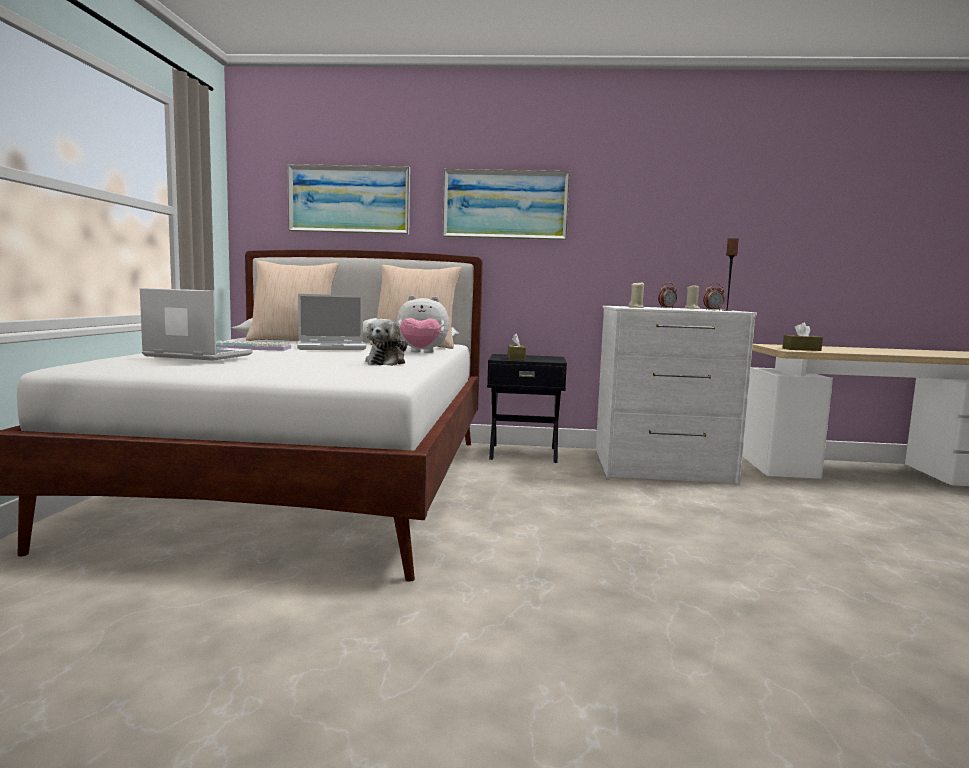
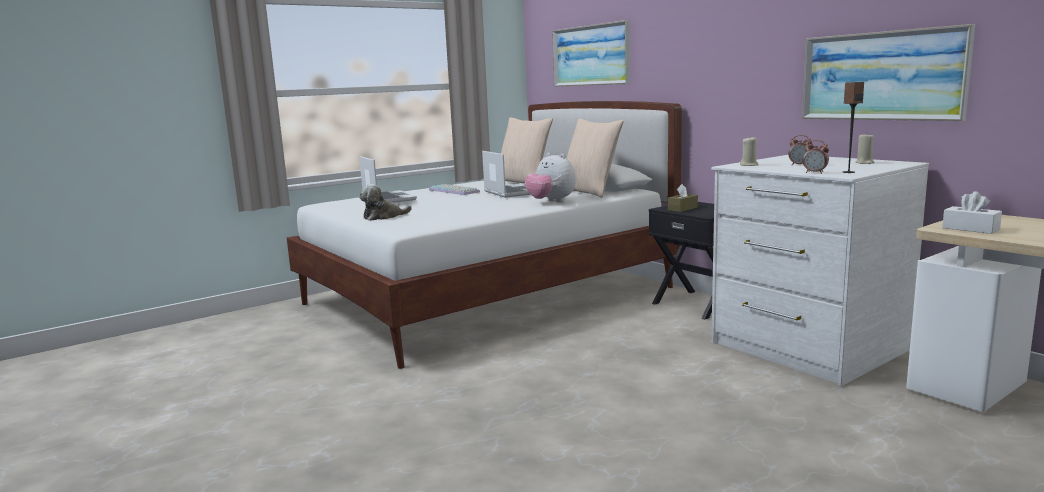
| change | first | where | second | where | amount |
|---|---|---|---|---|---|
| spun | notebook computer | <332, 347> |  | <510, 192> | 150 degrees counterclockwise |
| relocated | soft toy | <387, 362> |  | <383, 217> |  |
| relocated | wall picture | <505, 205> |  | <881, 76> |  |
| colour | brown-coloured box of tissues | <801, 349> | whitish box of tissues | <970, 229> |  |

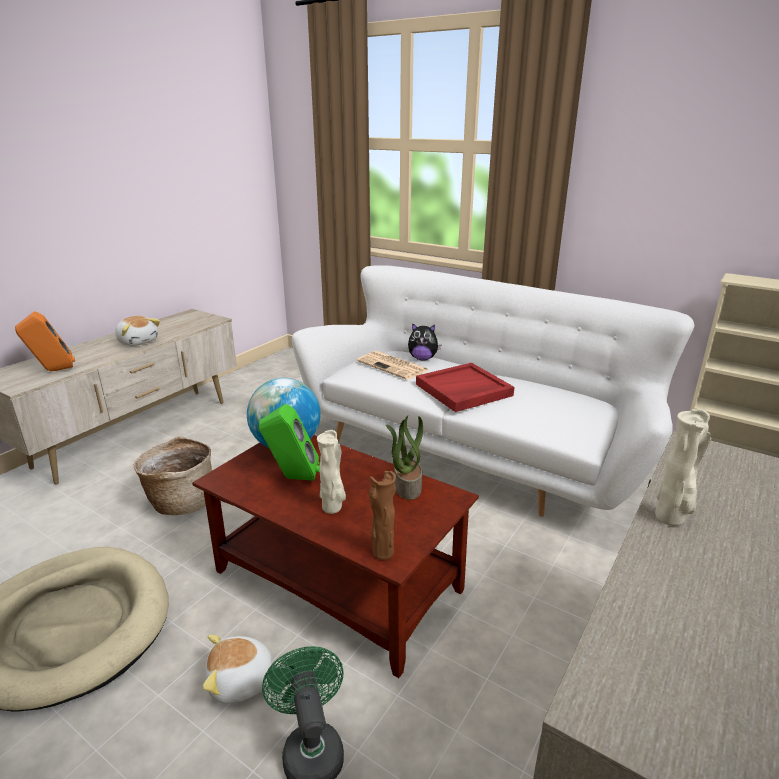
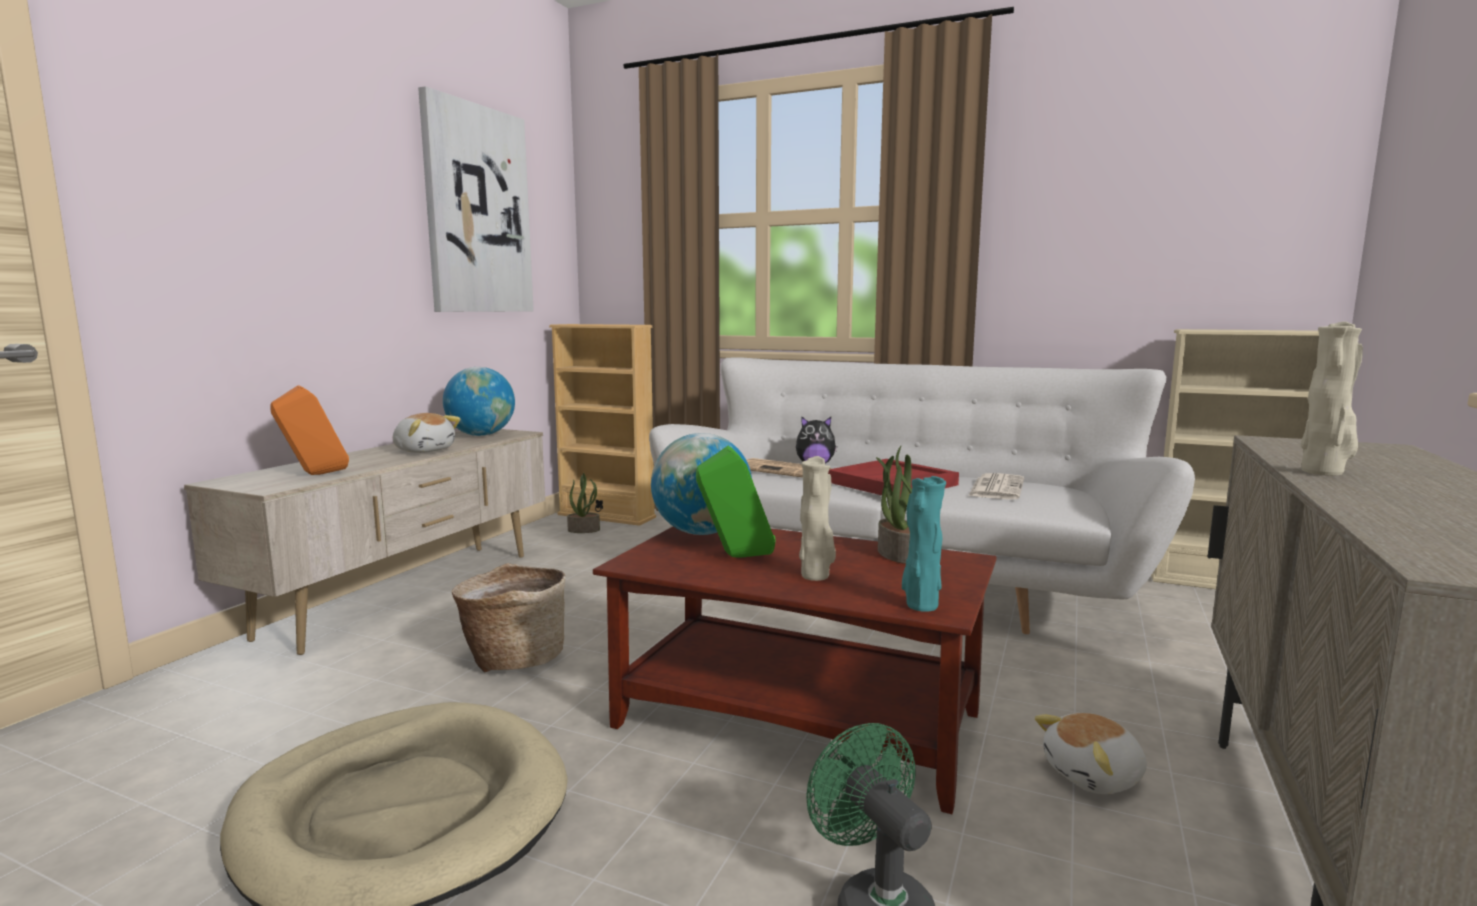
| change | first | where | second | where | amount |
|---|---|---|---|---|---|
| relocated | soft toy | <241, 682> |  | <1095, 777> |  |
| colour | brown-coloured decorative vase | <382, 552> | blue-green decorative vase | <920, 606> |  |
| appeared |  |  | wall picture | <477, 210> |  |
| appeared |  |  | globe | <481, 435> |  |
| appeared |  |  | beige bookcase | <606, 516> |  |
| appeared |  |  | plant in a pot | <584, 530> |  |
| appeared |  |  | printed paper | <996, 488> |  |

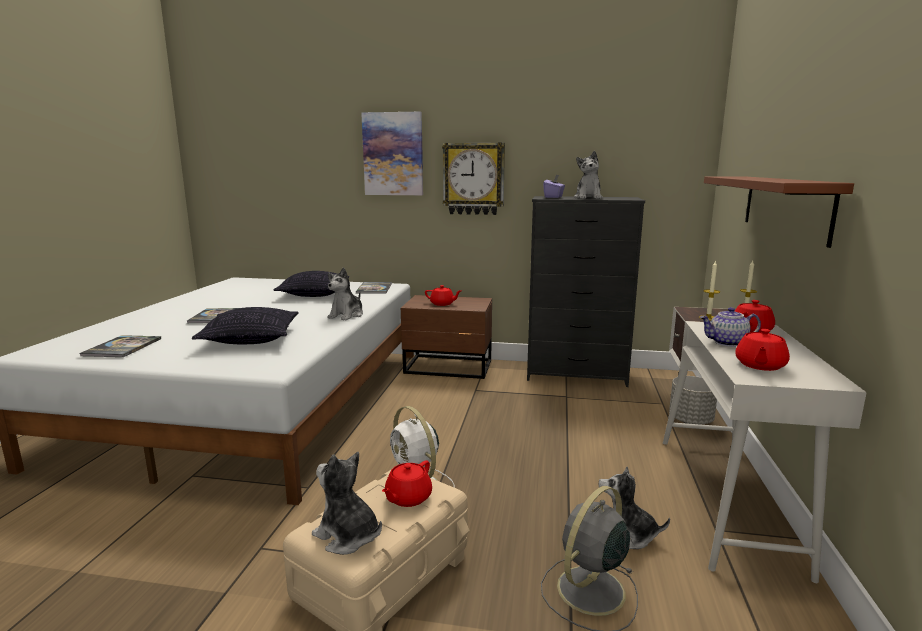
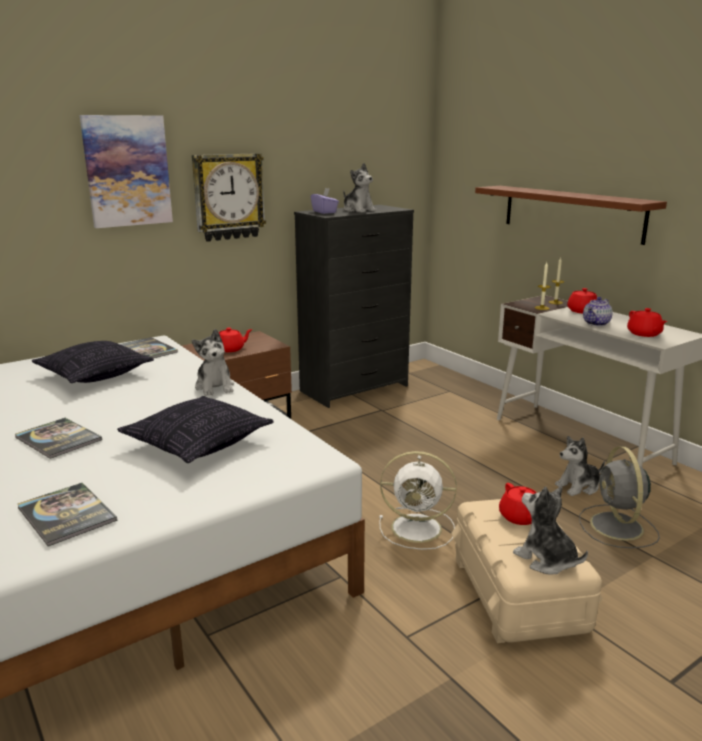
| change | first | where | second | where | amount |
|---|---|---|---|---|---|
| spun | soft toy | <348, 536> |  | <546, 559> | 60 degrees clockwise |
| missing | grey planter | <691, 421> |  |  |  |

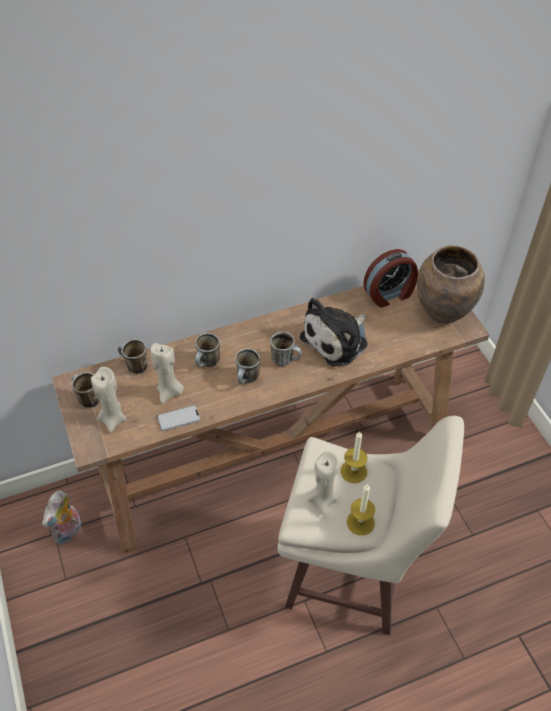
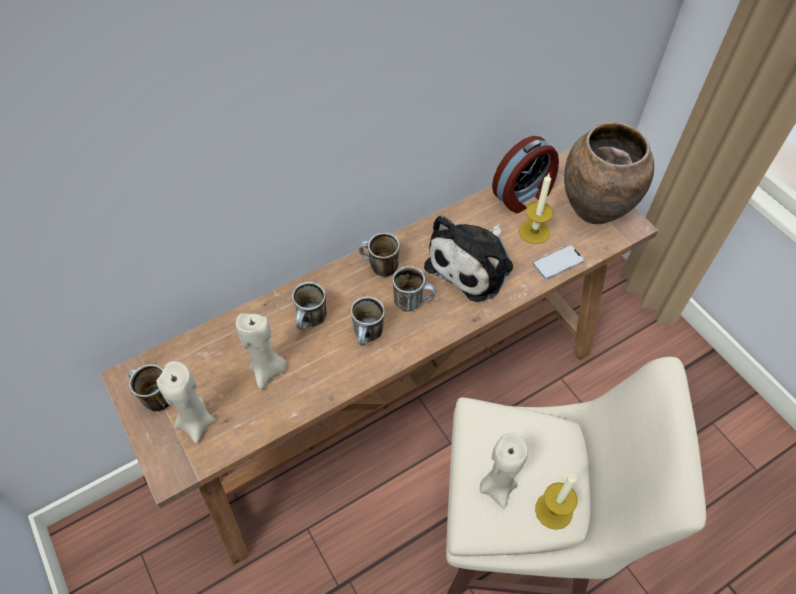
| change | first | where | second | where | amount |
|---|---|---|---|---|---|
| missing | soft toy | <68, 532> |  |  |  |
| relocated | tea mug | <134, 366> |  | <379, 268> |  |
| relocated | telephone | <178, 418> |  | <558, 263> |  |
| relocated | wax light | <353, 471> |  | <534, 231> |  |

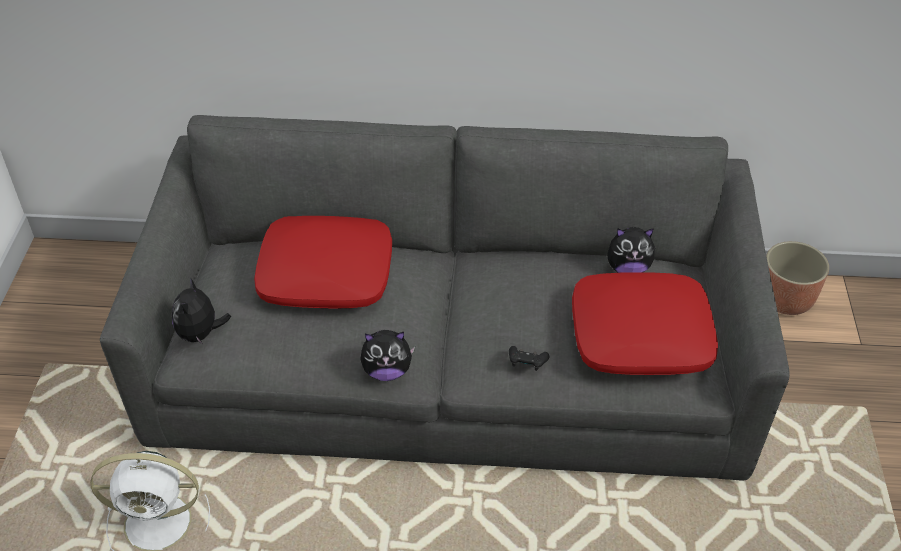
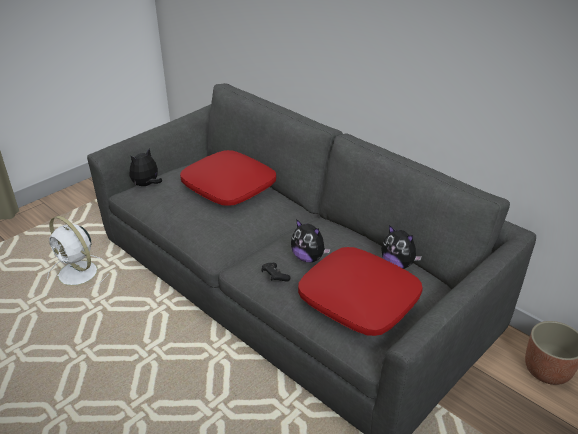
| change | first | where | second | where | amount |
|---|---|---|---|---|---|
| relocated | soft toy | <387, 371> |  | <308, 258> |  |

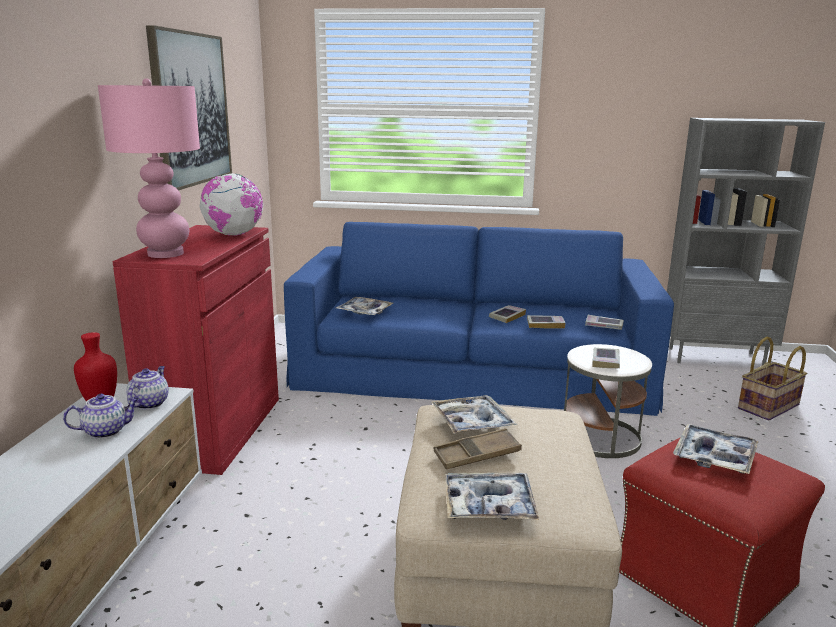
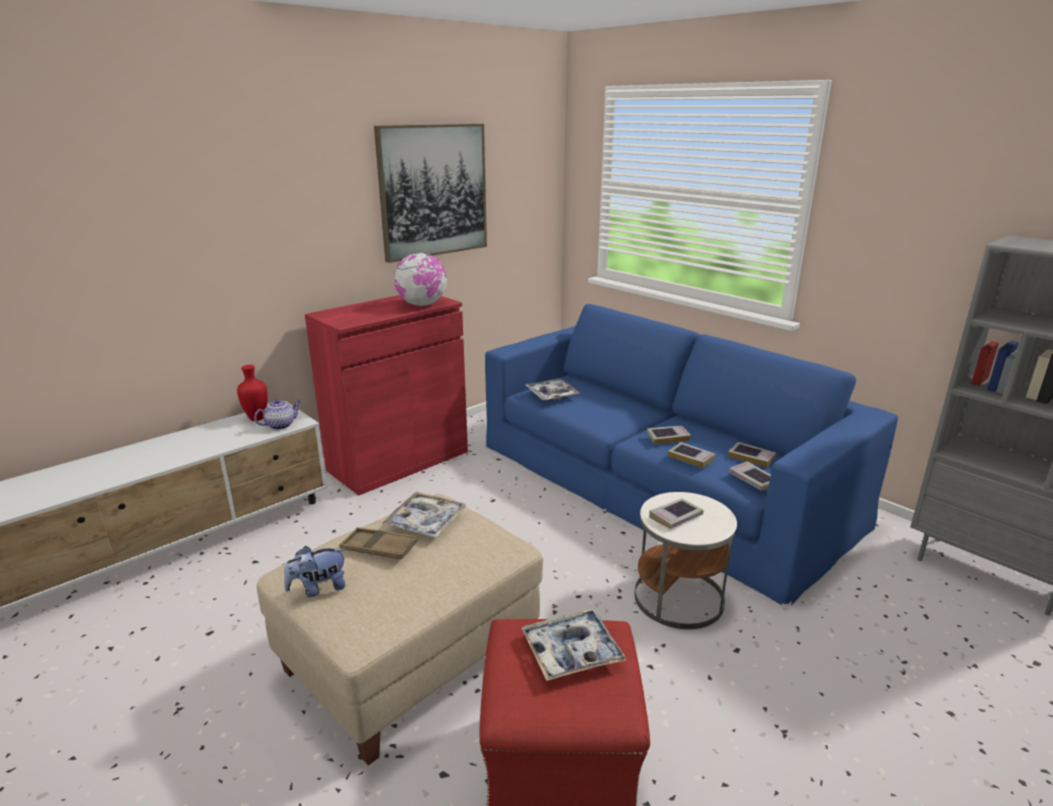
| change | first | where | second | where | amount |
|---|---|---|---|---|---|
| missing | pot for tea | <106, 431> |  |  |  |
| missing | pink tabletop lamp | <165, 254> |  |  |  |
| exchanged | carrying tray | <489, 505> | soft toy | <318, 589> |  |
| missing | basket | <769, 407> |  |  |  |
| appeared |  |  | bound book | <751, 457> |  |

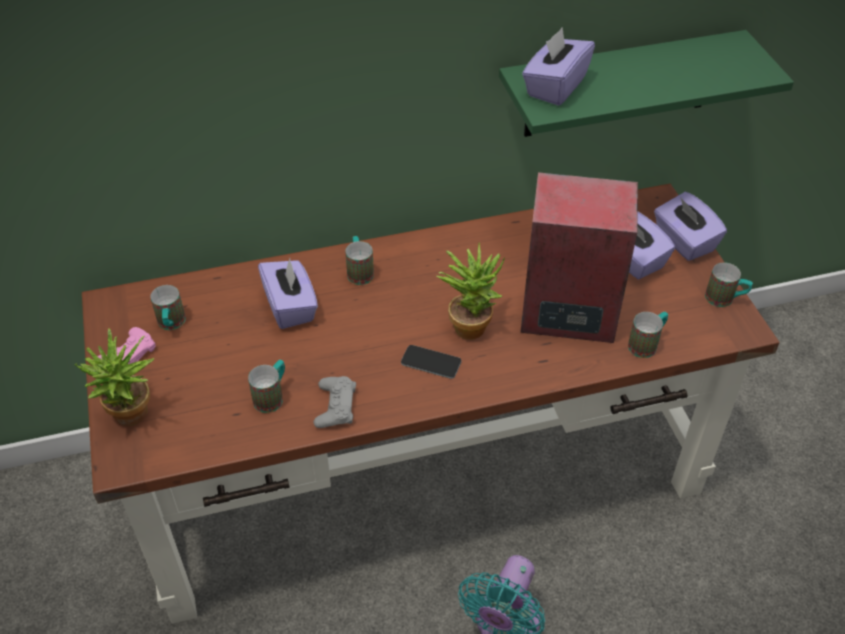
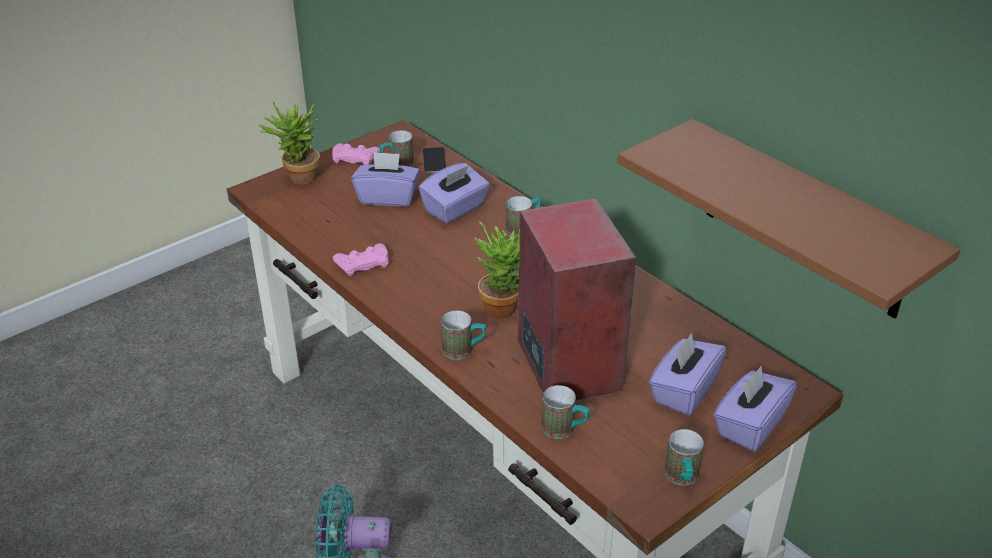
| change | first | where | second | where | amount |
|---|---|---|---|---|---|
| relocated | tea mug | <272, 396> |  | <464, 350> |  |
| colour | grey joypad | <335, 406> | pink joypad | <363, 263> |  |
| relocated | telephone | <431, 362> |  | <434, 160> |  |
| colour | green shelf | <619, 85> | brown-coloured shelf | <805, 220> |  |
| relocated | purplish box of tissues | <555, 87> |  | <388, 197> |  |

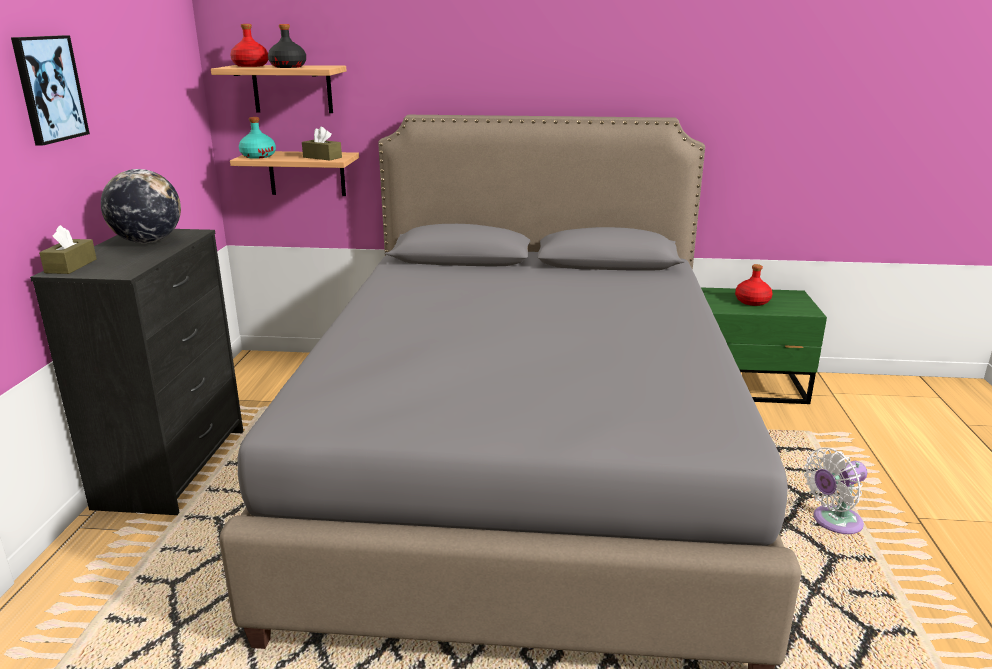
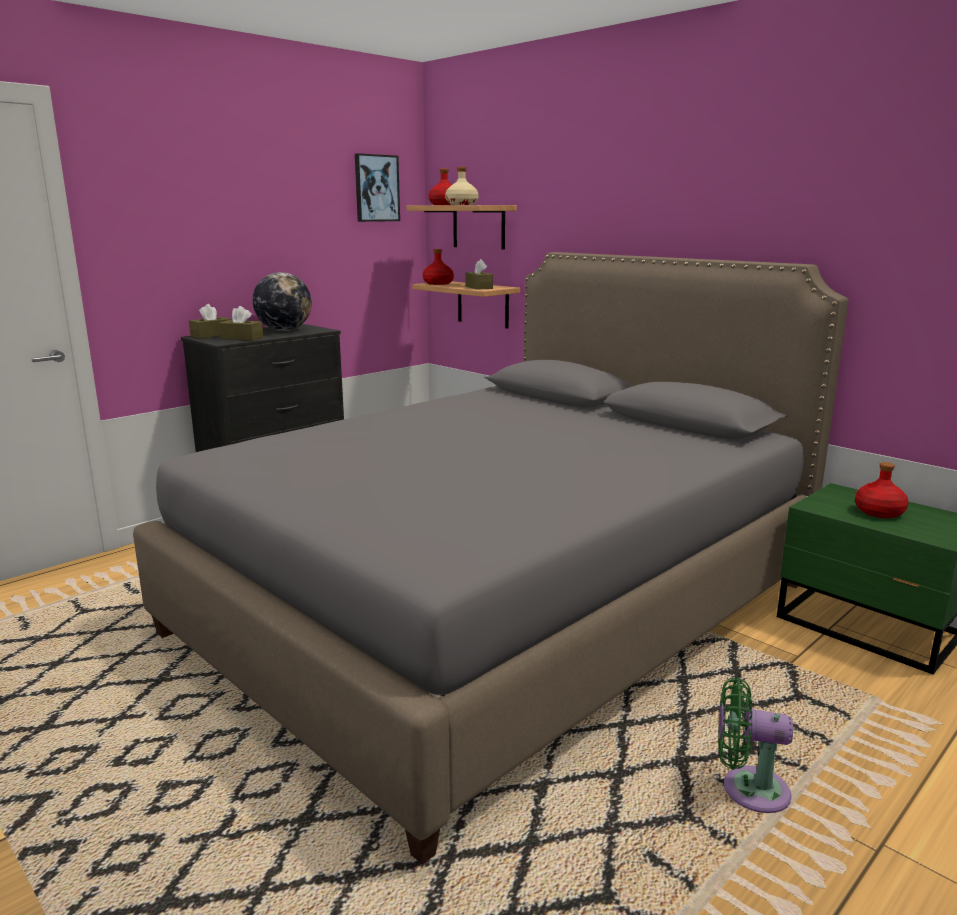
| change | first | where | second | where | amount |
|---|---|---|---|---|---|
| relocated | wall picture | <49, 89> |  | <376, 188> |  |
| colour | blue-green drink bottle | <258, 156> | reddish drink bottle | <438, 283> |  |
| colour | black-coloured drink bottle | <288, 67> | beige drink bottle | <461, 204> |  |
| colour | whitish electric fan | <833, 522> | green electric fan | <748, 789> |  |
| appeared |  |  | brown-coloured box of tissues | <241, 338> |  |

